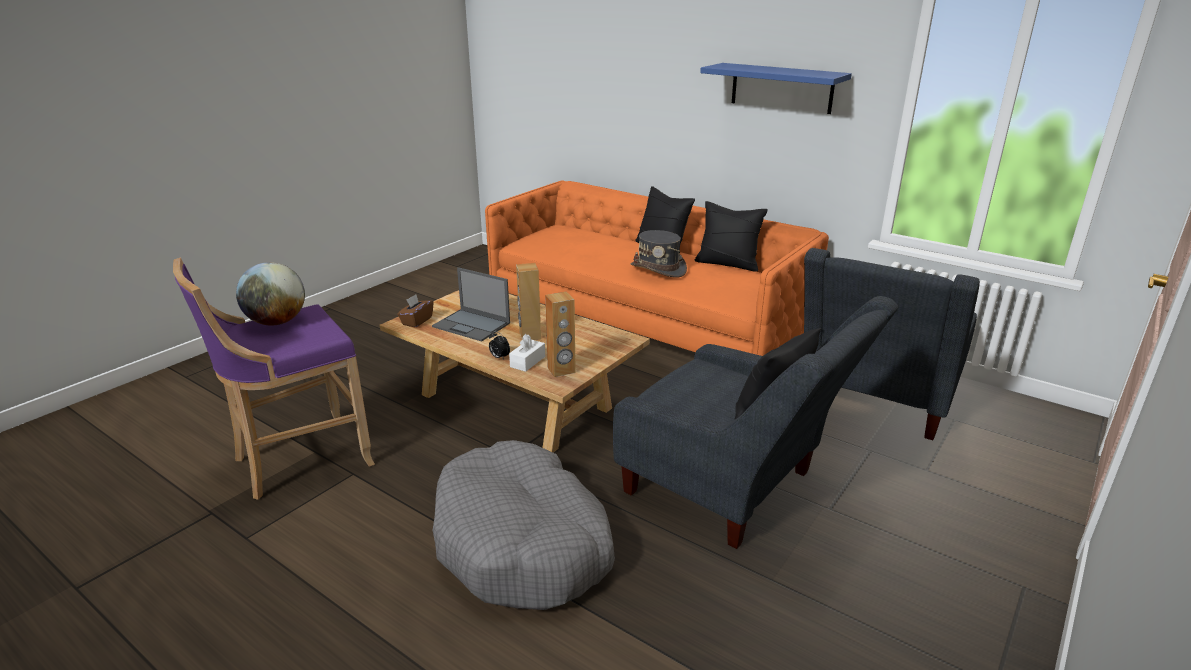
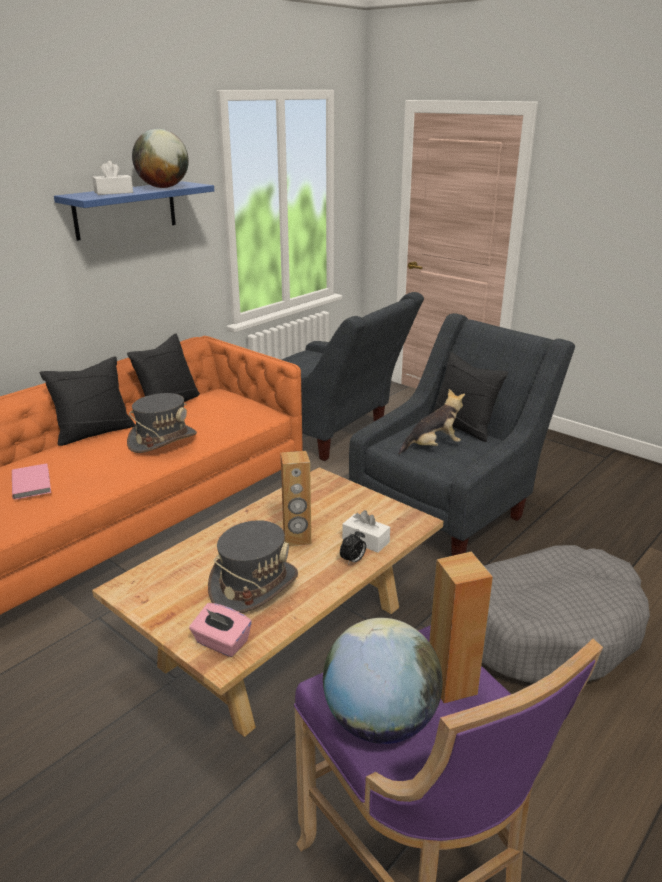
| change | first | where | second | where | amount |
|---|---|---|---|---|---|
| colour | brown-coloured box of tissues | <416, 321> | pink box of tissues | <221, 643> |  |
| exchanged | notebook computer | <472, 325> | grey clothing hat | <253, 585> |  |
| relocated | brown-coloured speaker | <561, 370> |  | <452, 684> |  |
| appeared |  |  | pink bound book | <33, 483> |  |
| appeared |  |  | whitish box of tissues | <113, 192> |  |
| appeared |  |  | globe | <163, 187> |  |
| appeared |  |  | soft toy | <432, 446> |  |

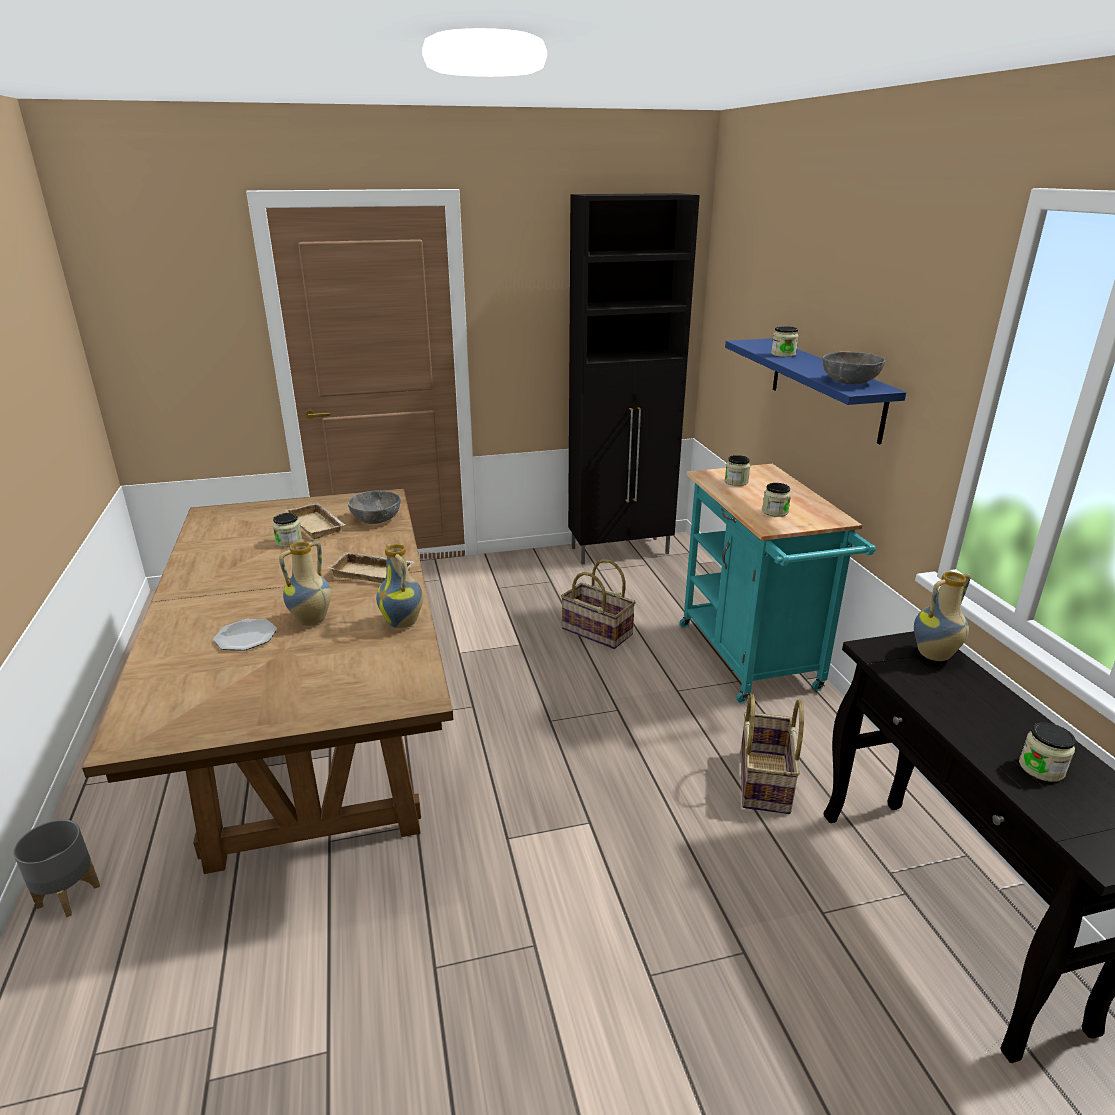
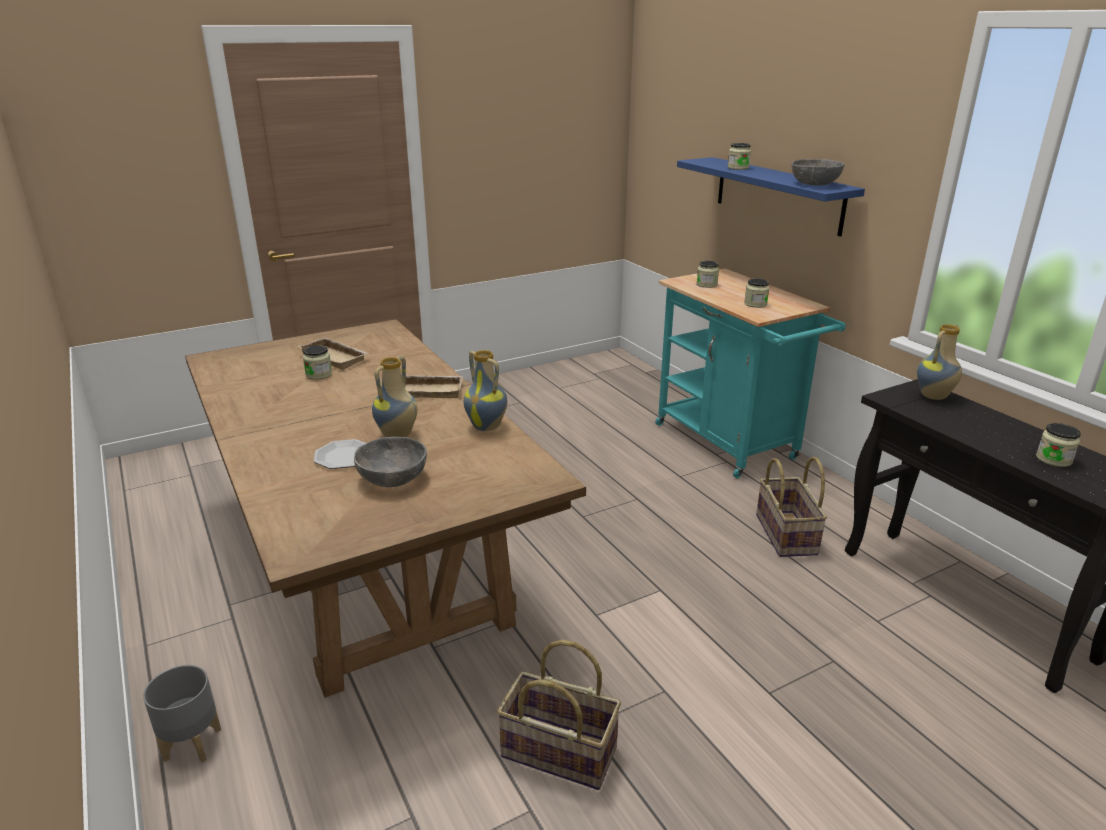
| change | first | where | second | where | amount |
|---|---|---|---|---|---|
| relocated | grey bowl | <376, 519> |  | <392, 478> |  |
| relocated | basket | <596, 632> |  | <557, 753> |  |
| missing | black-coloured cupboard | <621, 551> |  |  |  |

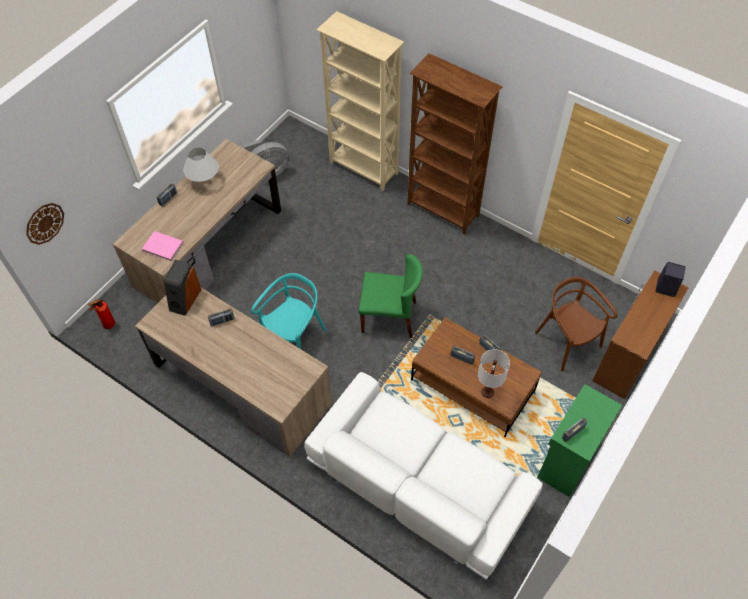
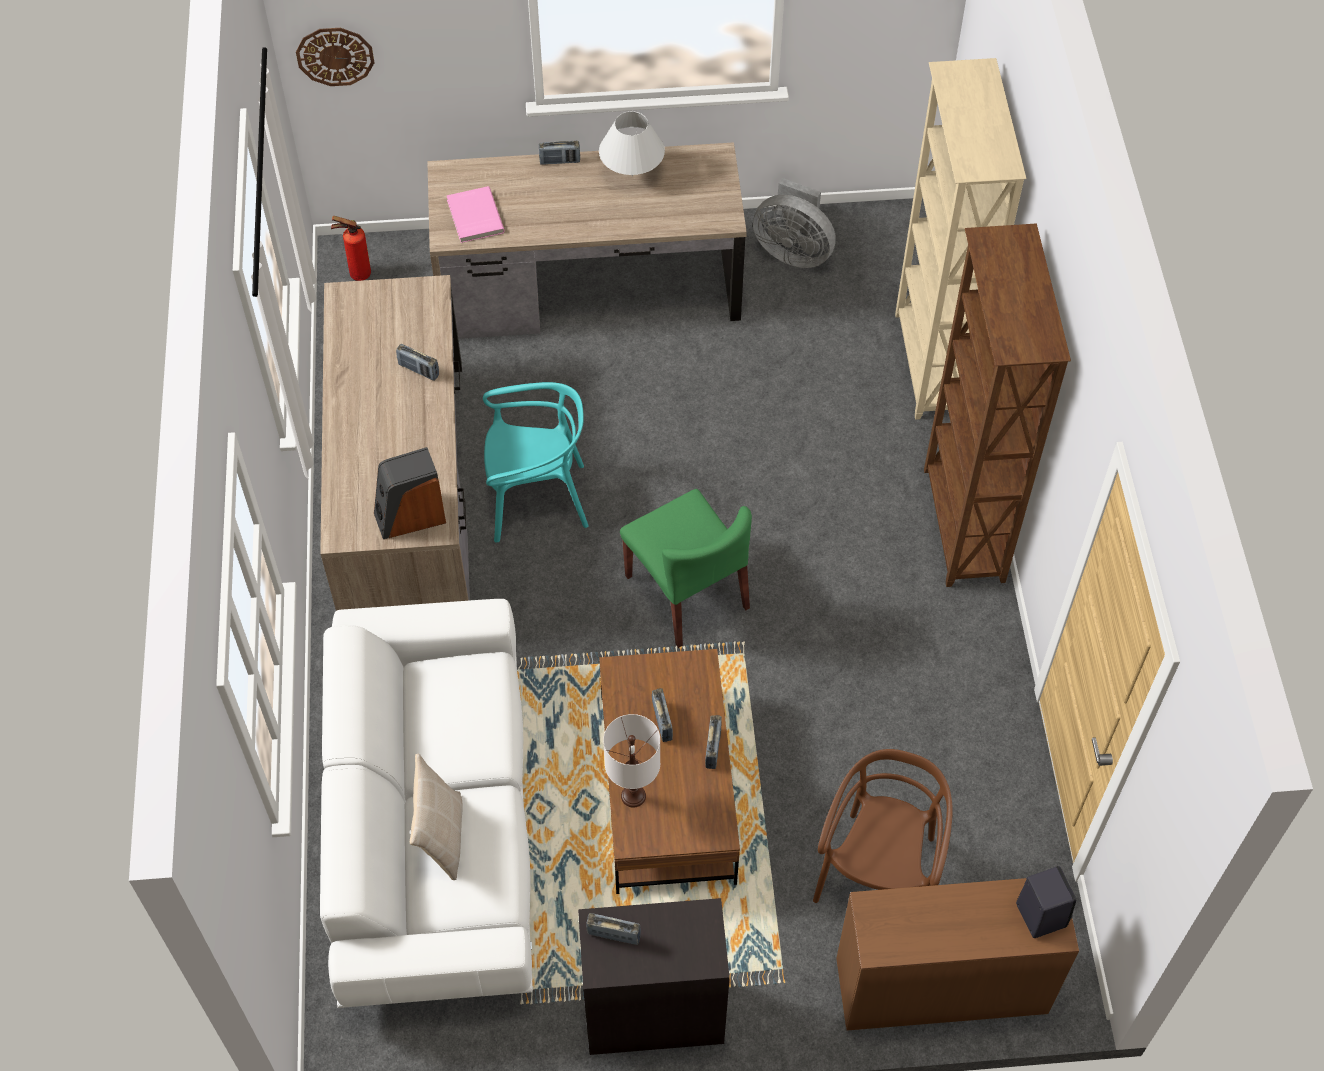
| change | first | where | second | where | amount |
|---|---|---|---|---|---|
| relocated | speaker | <184, 299> |  | <410, 516> |  |
| colour | green cupboard | <567, 460> | black-coloured cupboard | <652, 1011> |  |
| appeared |  |  | beige cushion | <441, 836> |  |

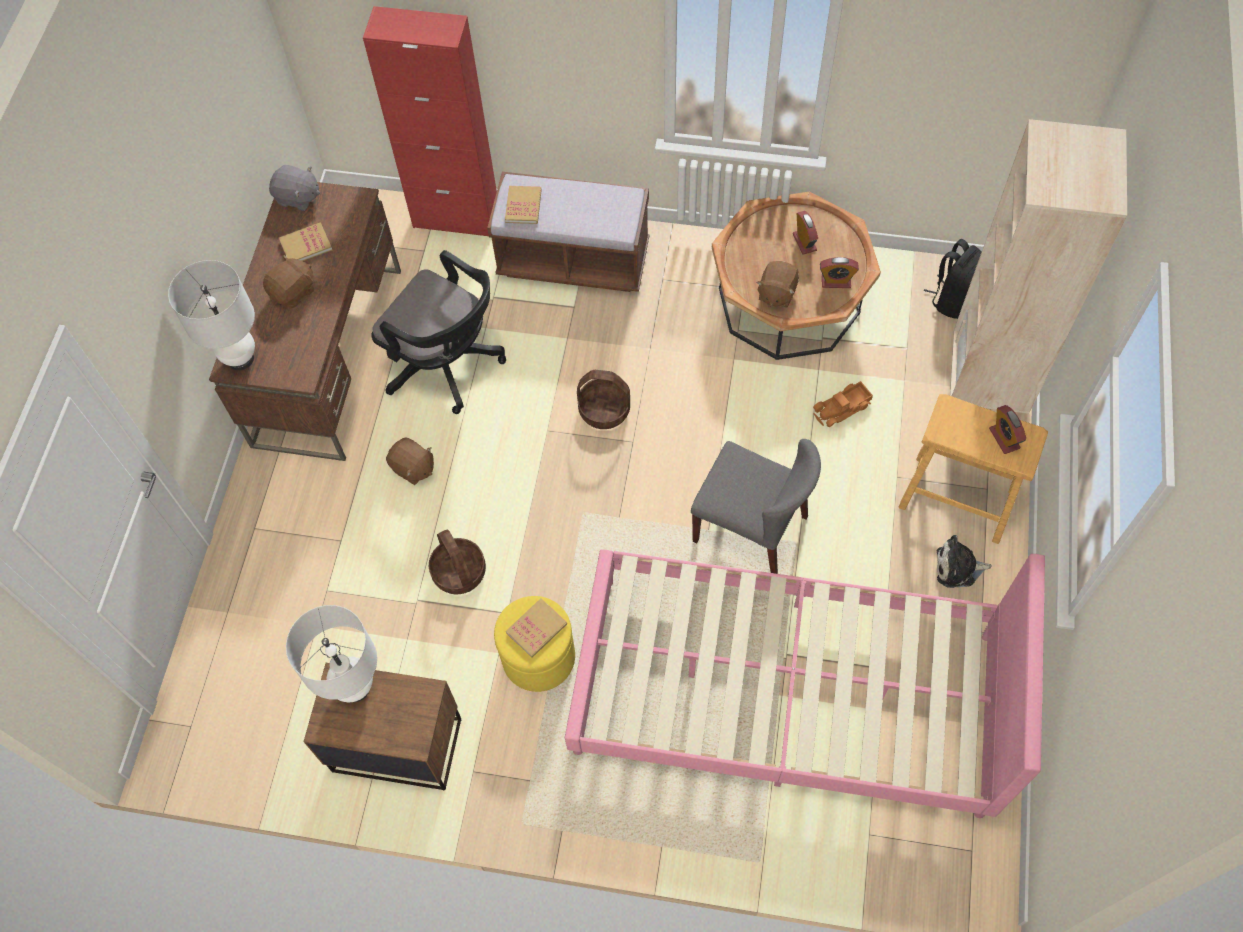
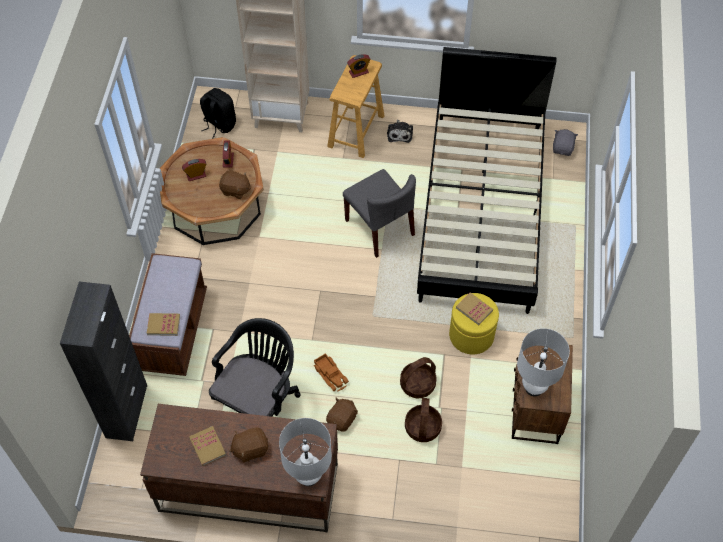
| change | first | where | second | where | amount |
|---|---|---|---|---|---|
| spun | brown-coloured soft toy | <294, 292> |  | <250, 449> | 60 degrees counterclockwise |
| relocated | grey soft toy | <298, 197> |  | <563, 148> |  |
| colour | reddish cupboard | <456, 218> | black-coloured cupboard | <126, 411> |  |
| colour | pink bedroom bed | <787, 694> | black-coloured bedroom bed | <481, 212> |  |
| relocated | basket | <604, 409> |  | <422, 427> |  |
| spun | grey chair | <751, 529> |  | <380, 228> | 120 degrees clockwise |
| relocated | toy truck | <842, 408> |  | <331, 374> |  |

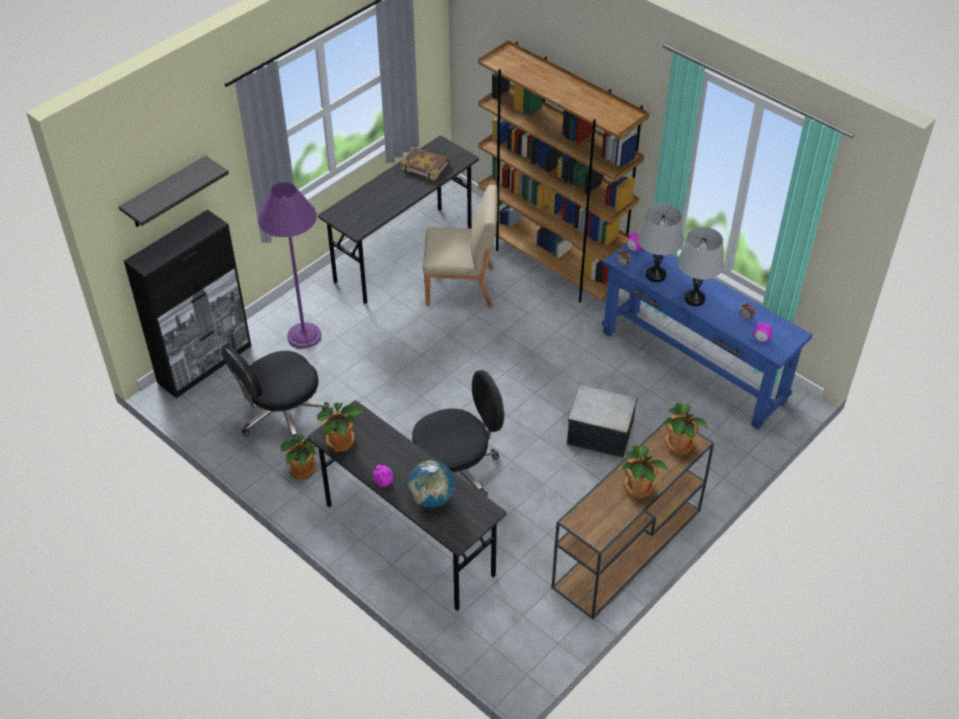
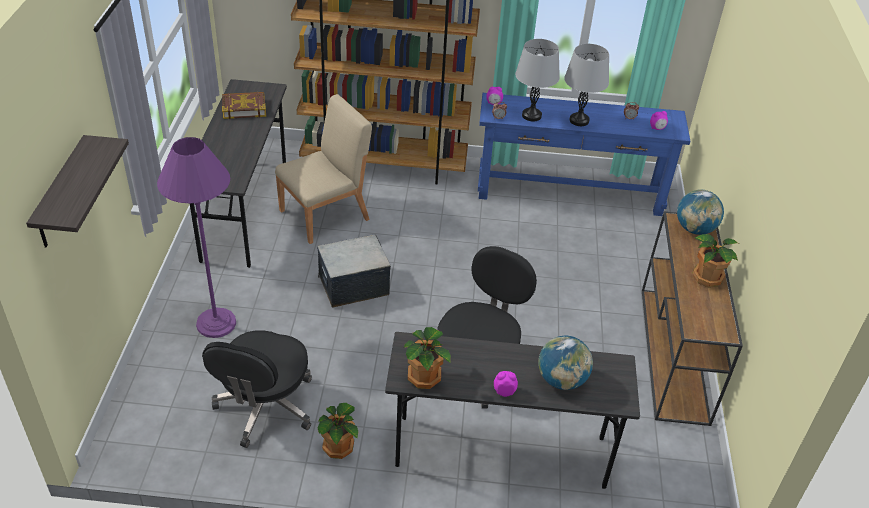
| change | first | where | second | where | amount |
|---|---|---|---|---|---|
| missing | black-coloured cupboard | <205, 364> |  |  |  |
| relocated | storage box | <600, 433> |  | <353, 285> |  |
| exchanged | plant in a pot | <679, 444> | globe | <694, 229> |  |

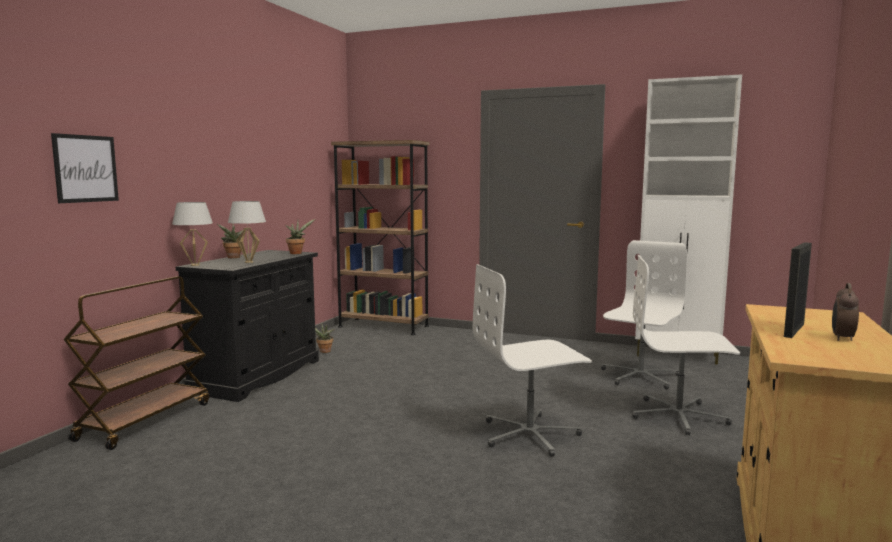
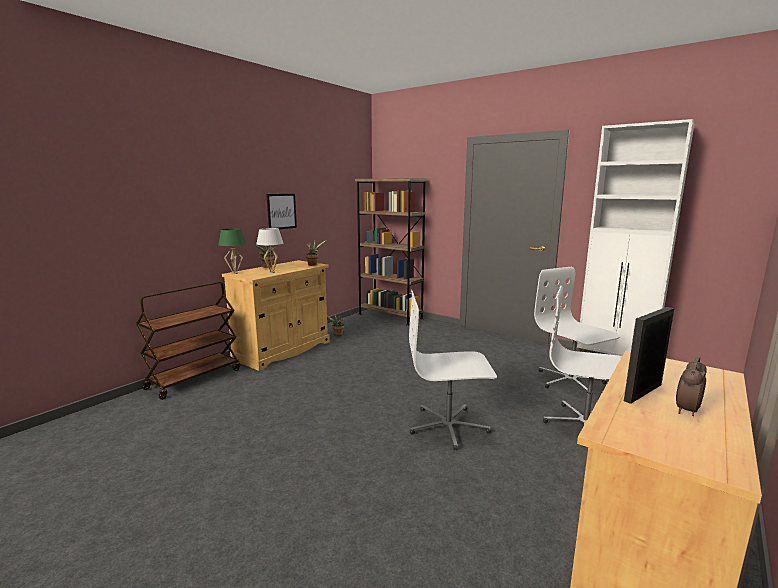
| change | first | where | second | where | amount |
|---|---|---|---|---|---|
| relocated | wall picture | <85, 168> |  | <281, 211> |  |
| colour | whitish tabletop lamp | <195, 265> | green tabletop lamp | <234, 273> |  |
| colour | black-coloured cupboard | <257, 376> | beige cupboard | <283, 350> |  |
| spun | whitish desk chair | <639, 376> |  | <570, 381> | 75 degrees counterclockwise |

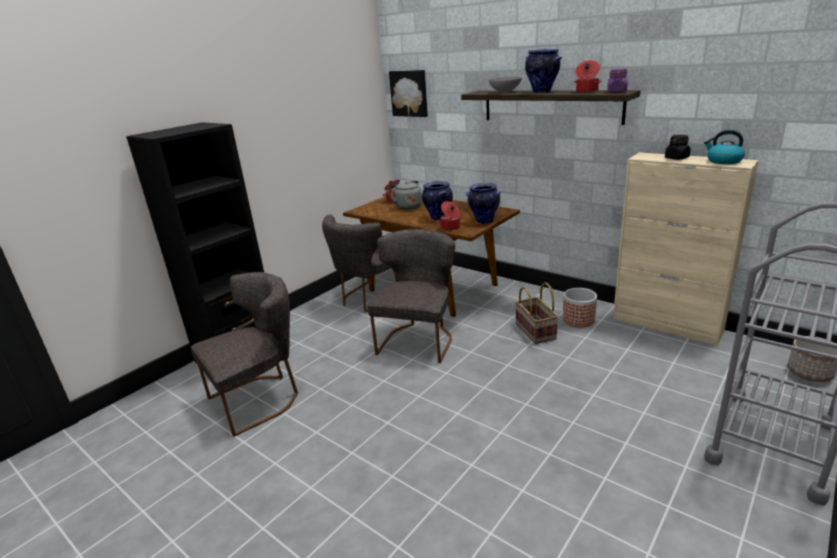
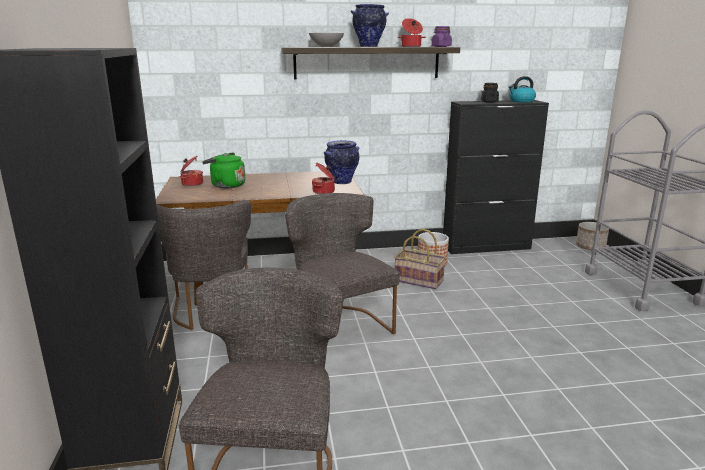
| change | first | where | second | where | amount |
|---|---|---|---|---|---|
| missing | wall picture | <409, 93> |  |  |  |
| colour | grey kettle | <407, 206> | green kettle | <226, 185> |  |
| missing | decorative vase | <438, 218> |  |  |  |
| colour | beige cupboard | <667, 325> | black-coloured cupboard | <486, 247> |  |

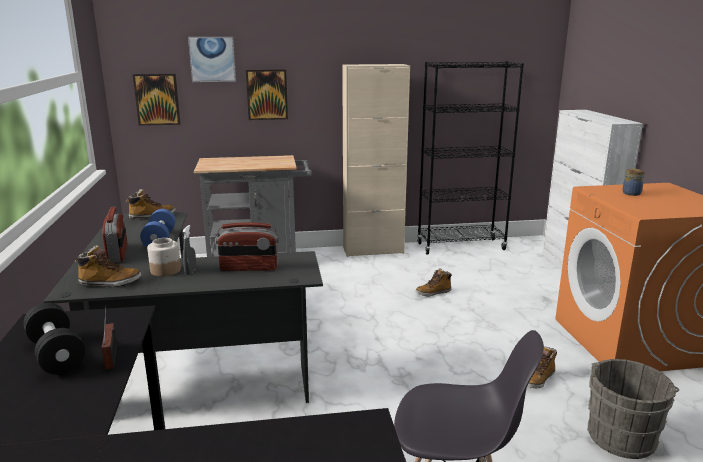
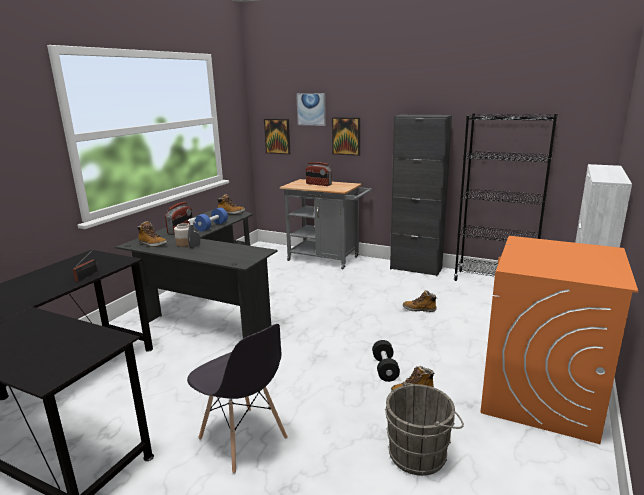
| change | first | where | second | where | amount |
|---|---|---|---|---|---|
| relocated | black-coloured dumbbell | <56, 354> |  | <385, 369> |  |
| relocated | radio set | <249, 268> |  | <318, 184> |  |
| colour | beige cupboard | <373, 250> | black-coloured cupboard | <416, 269> |  |
| missing | storage jar | <631, 193> |  |  |  |

